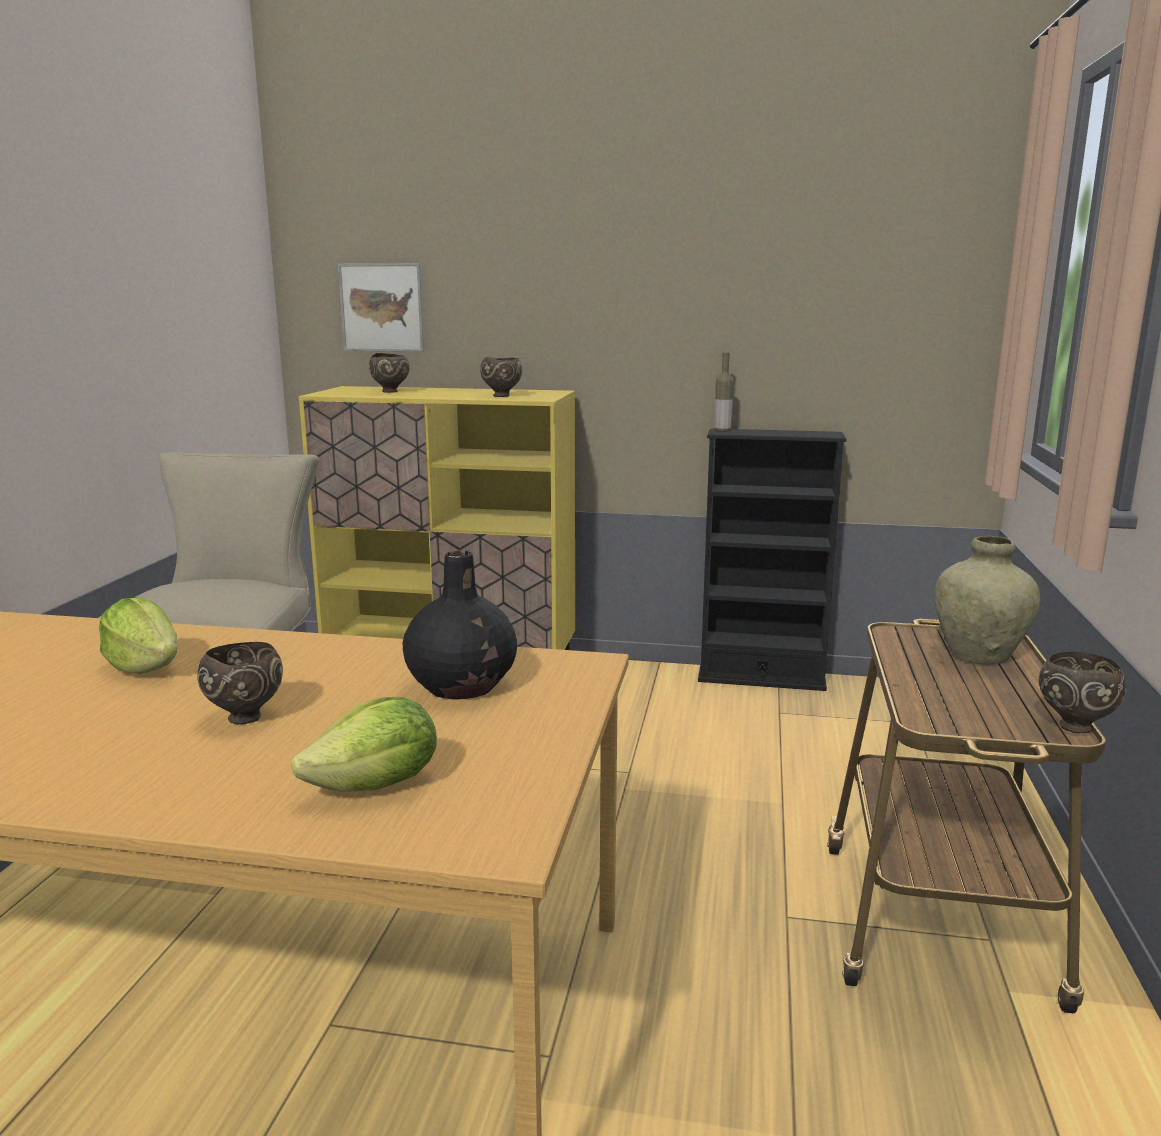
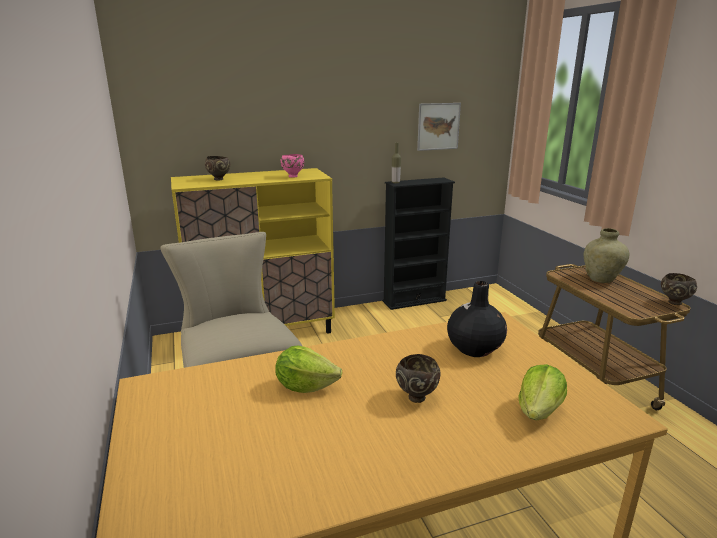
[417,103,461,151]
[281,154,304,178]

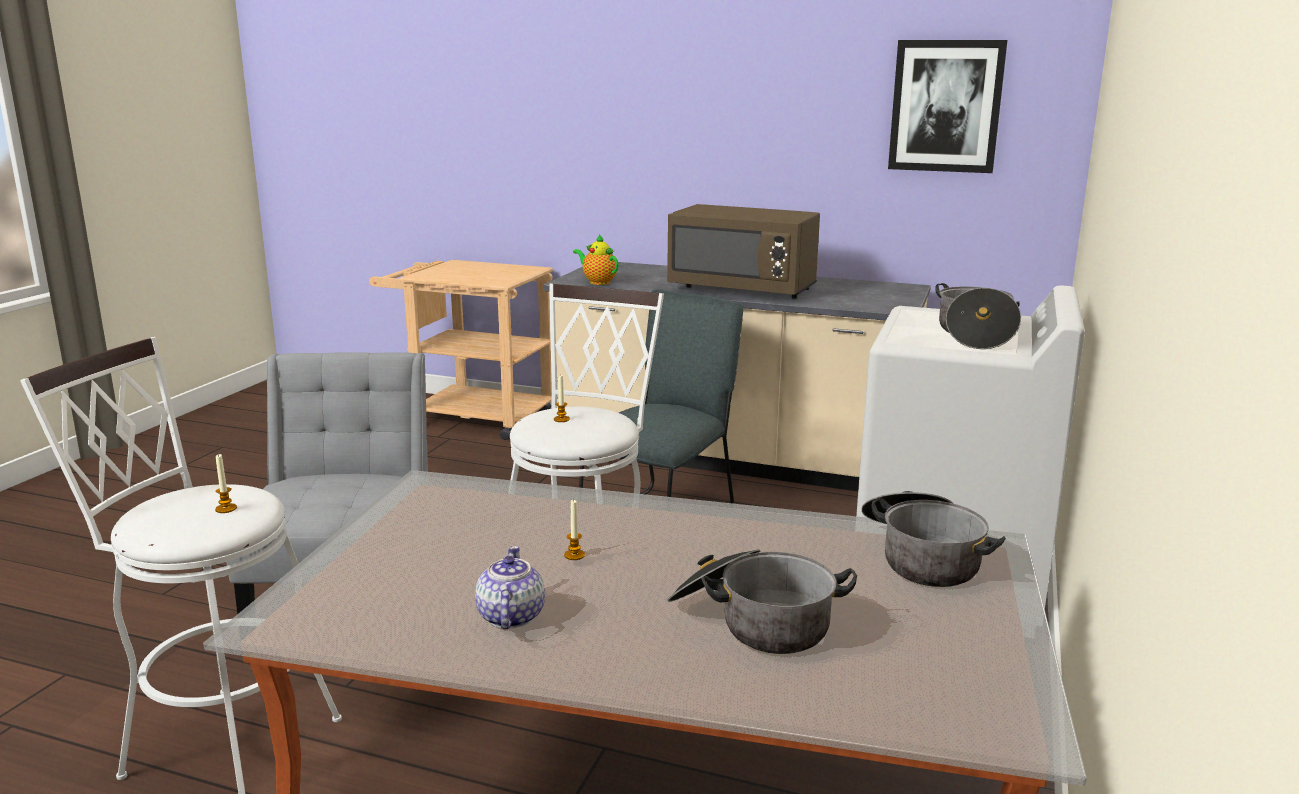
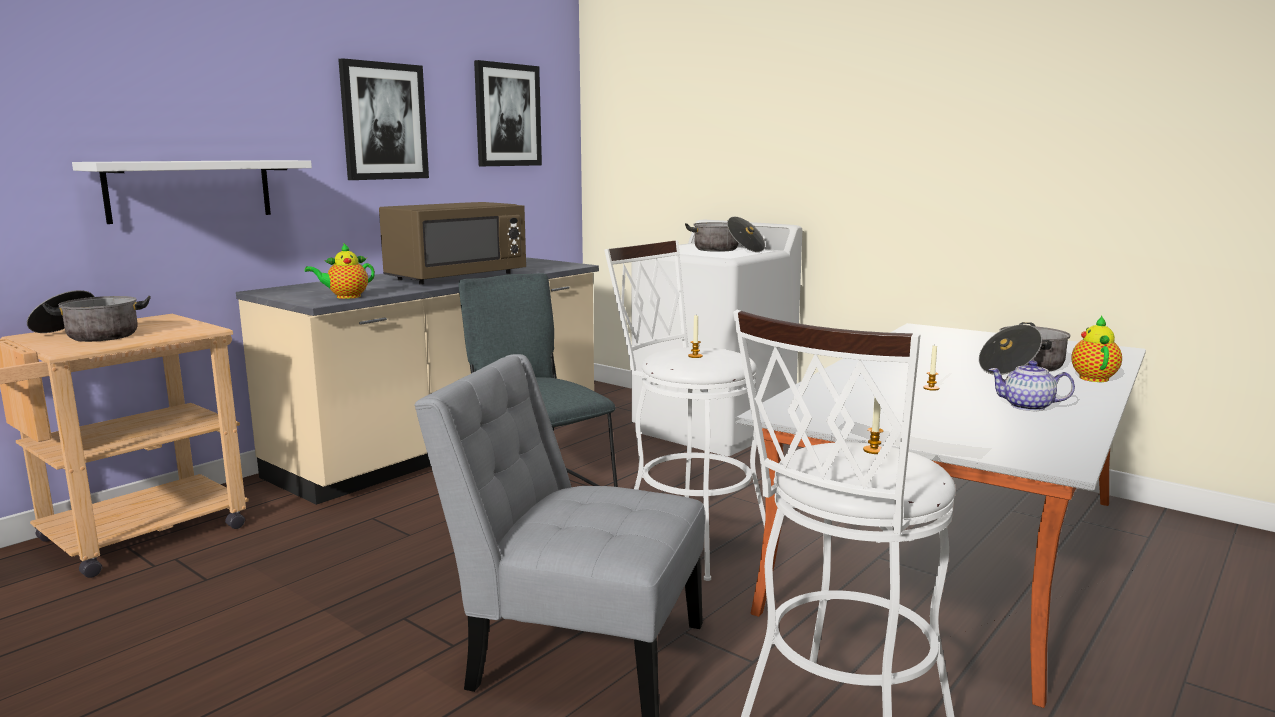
[72,160,312,224]
[338,58,429,180]
[1071,316,1122,382]
[27,290,151,342]

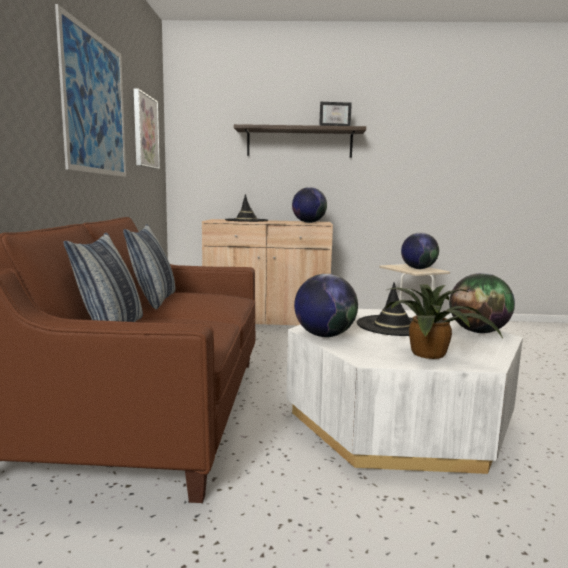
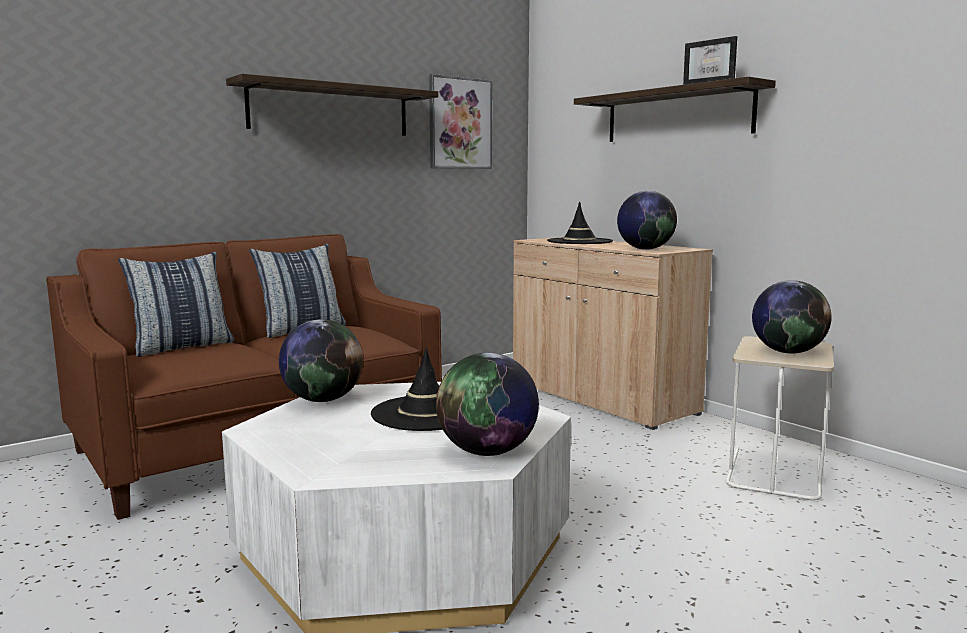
[386,284,503,359] (first image)
[226,74,438,136]

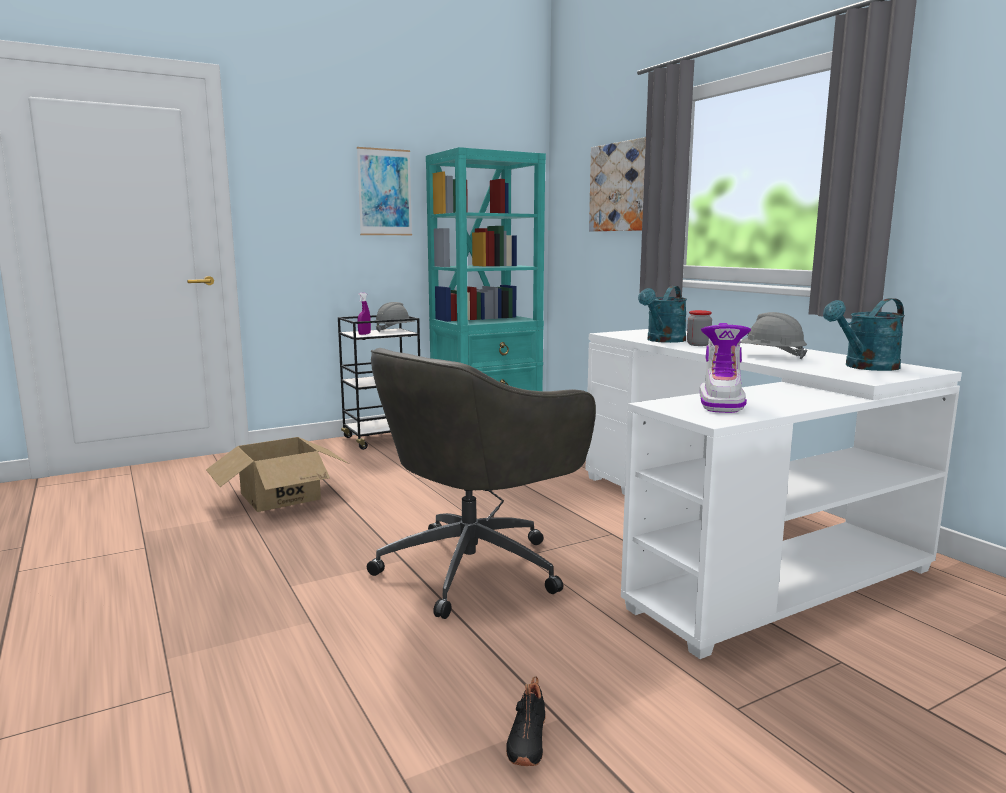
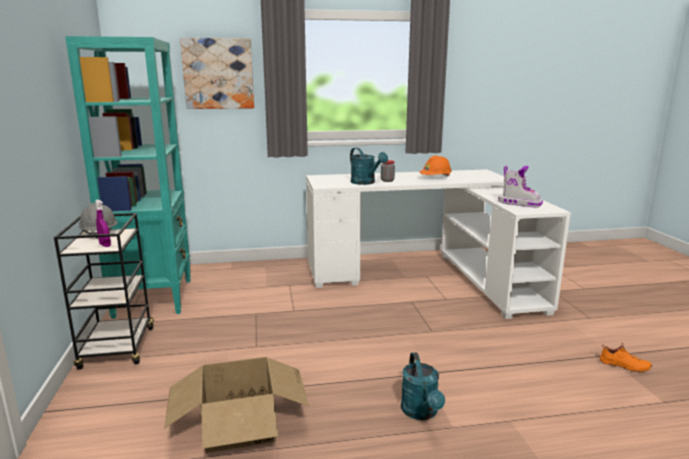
[357,147,412,235] (first image)
[367,348,596,619] (first image)
[401,352,445,420]
[600,343,652,372]
[419,156,452,177]

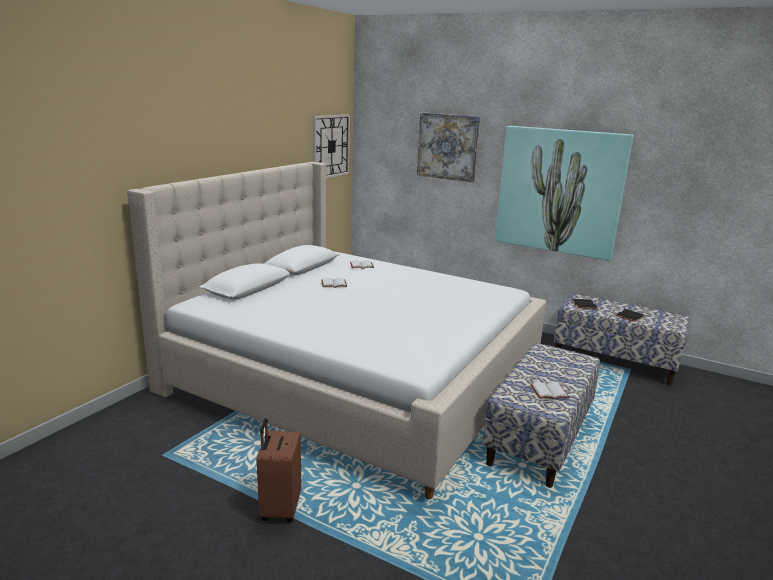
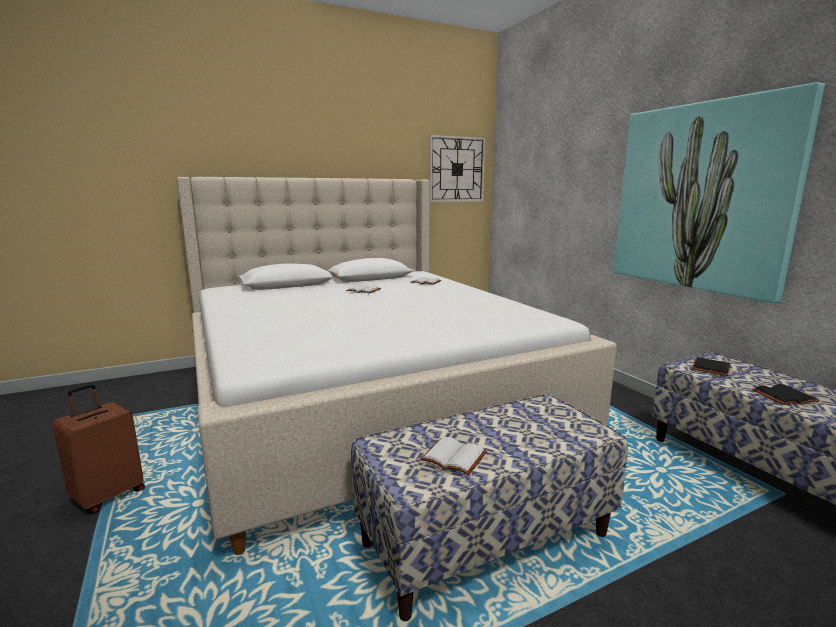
[417,112,480,182] (first image)

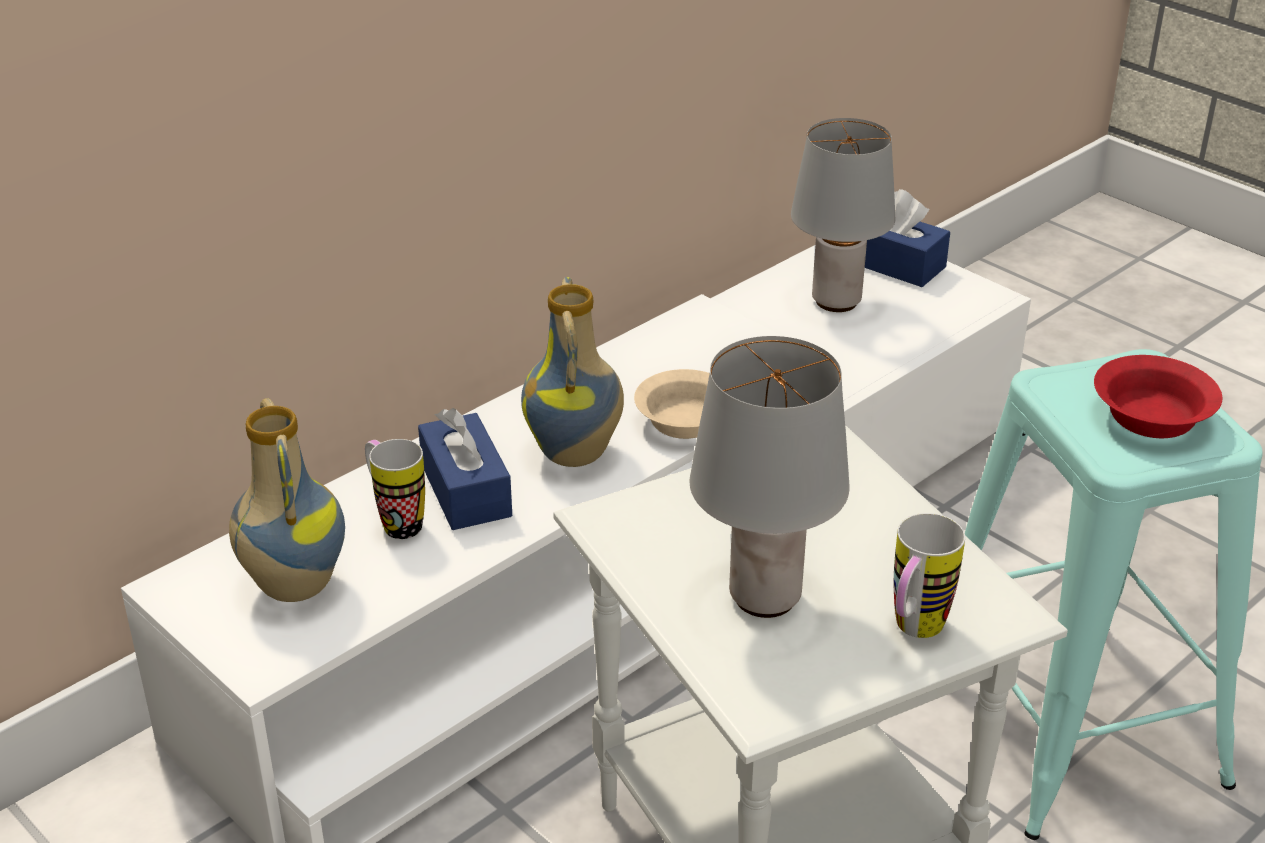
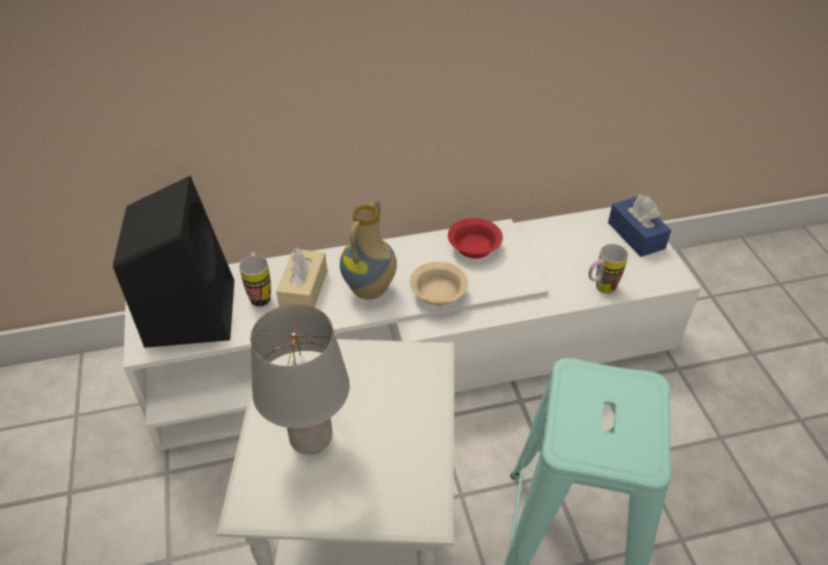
[791,118,895,312] (first image)
[589,244,628,294]
[448,218,503,258]
[113,176,234,348]
[276,248,327,307]

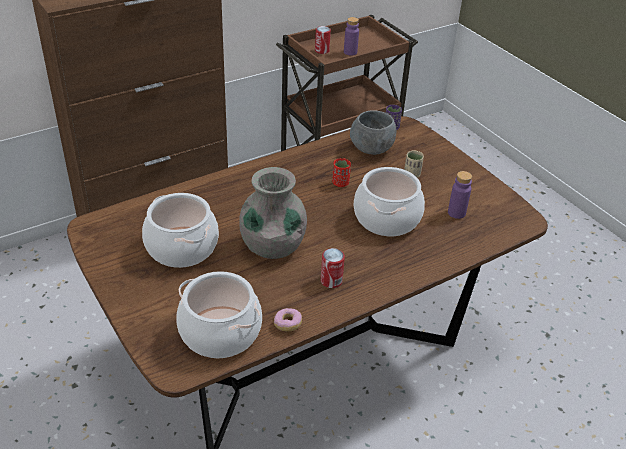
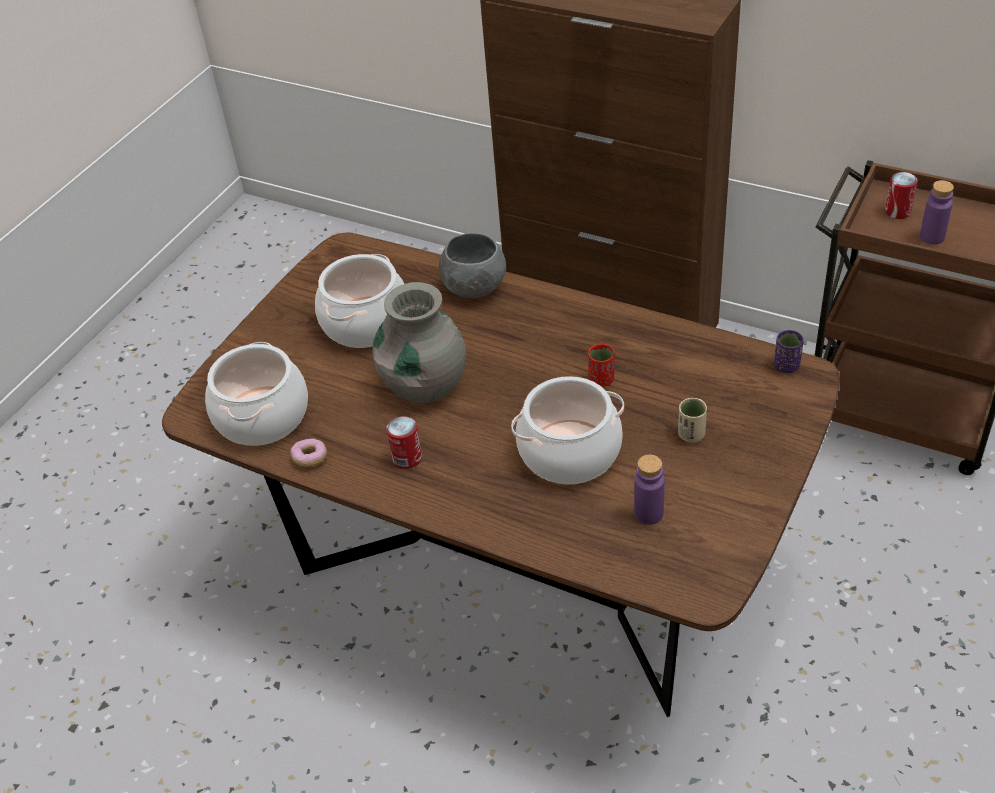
[439,232,506,298]

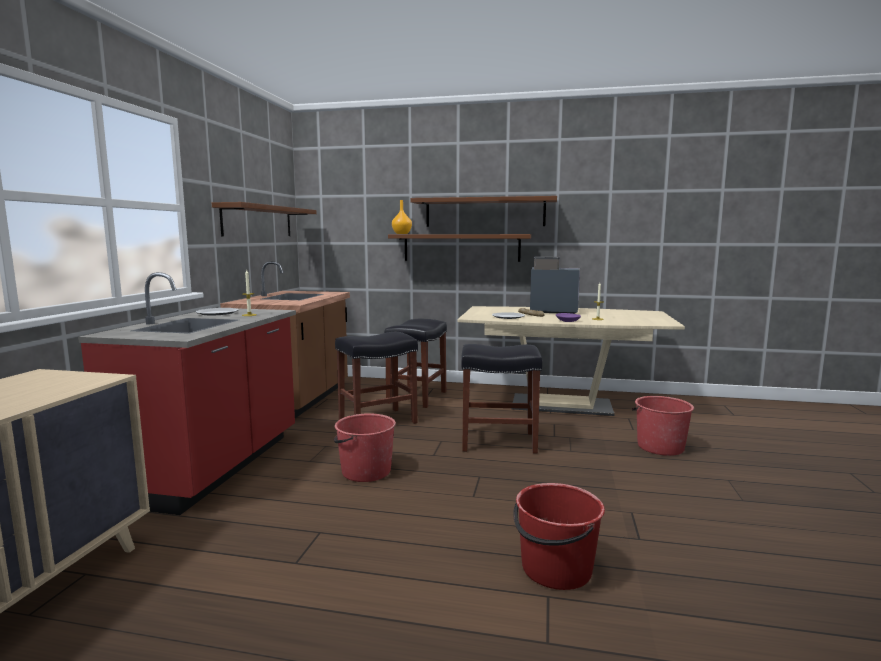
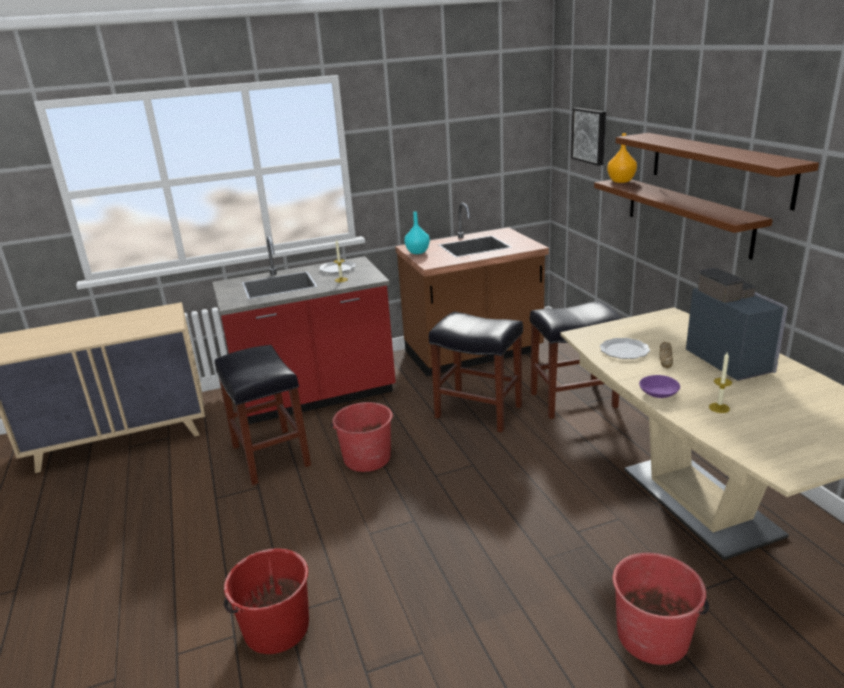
[212,202,317,236] (first image)
[404,211,430,254]
[571,108,606,166]
[215,345,311,485]

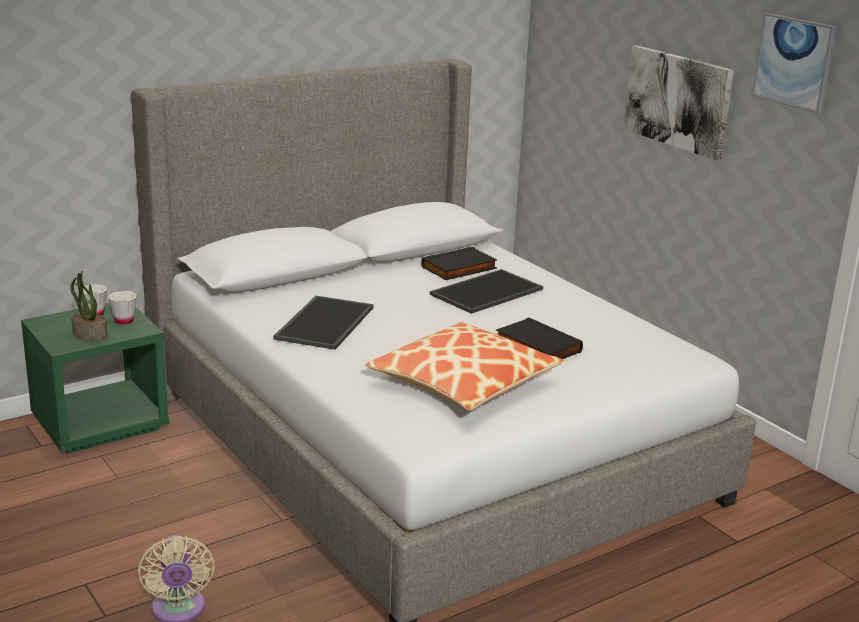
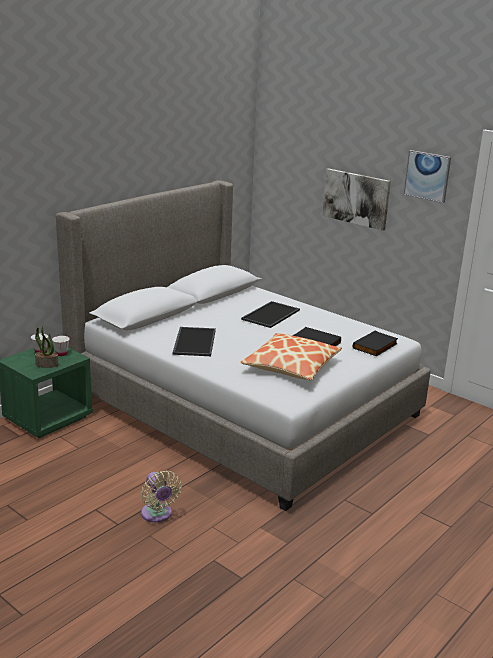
[353,331,398,356]

